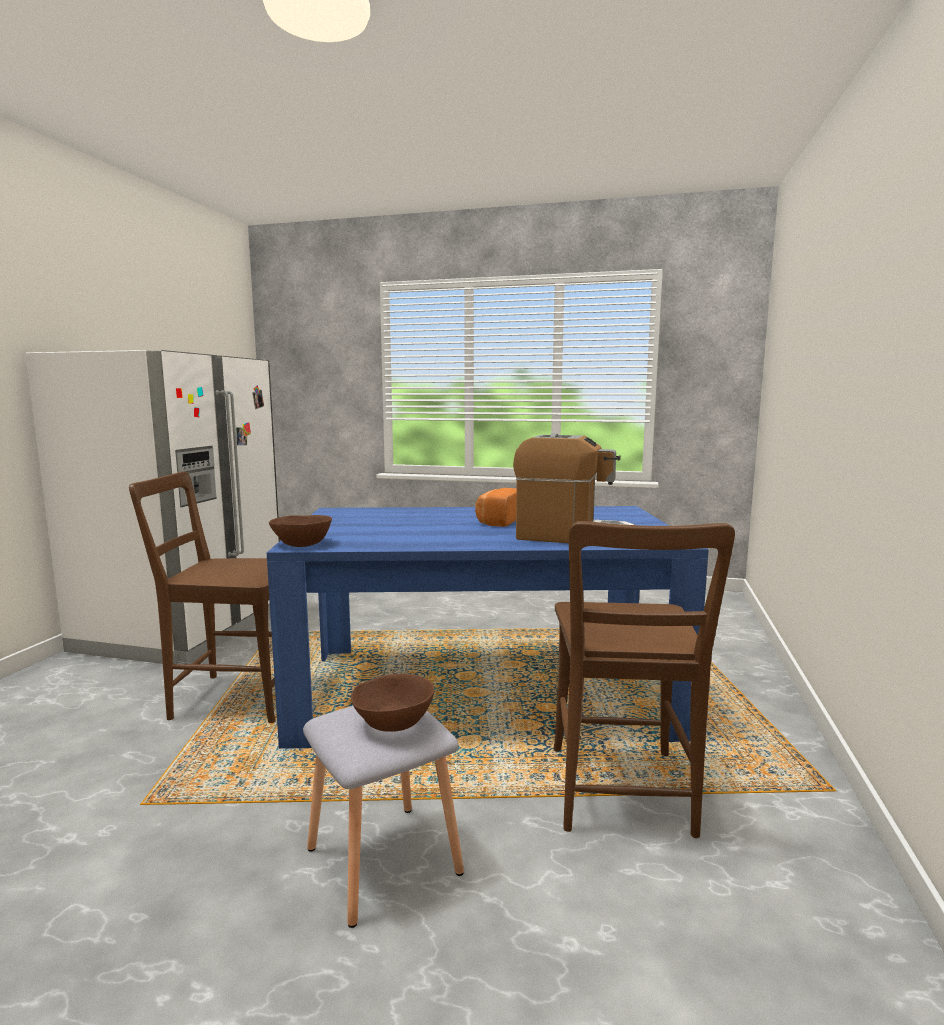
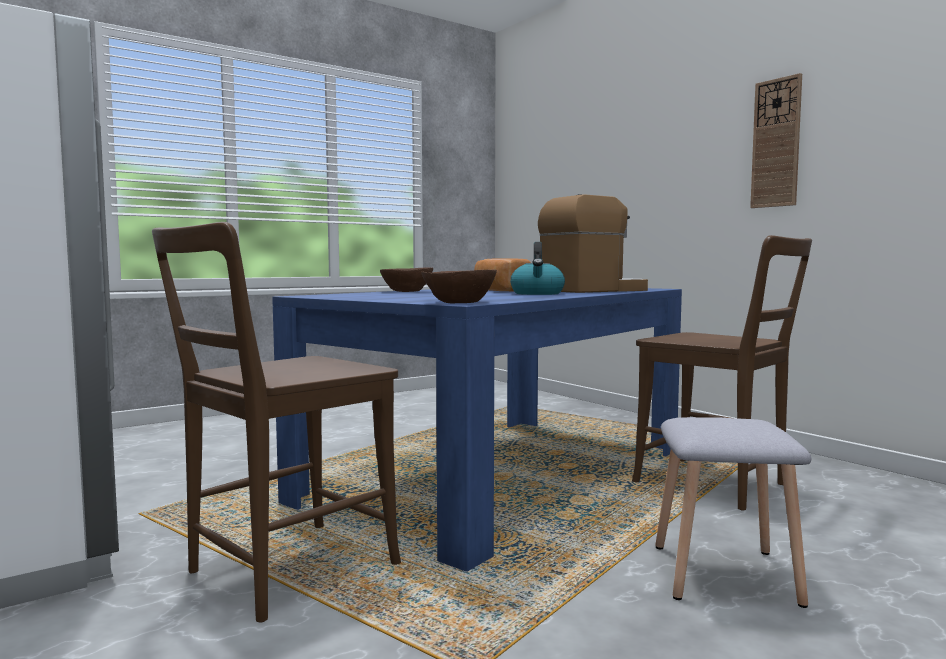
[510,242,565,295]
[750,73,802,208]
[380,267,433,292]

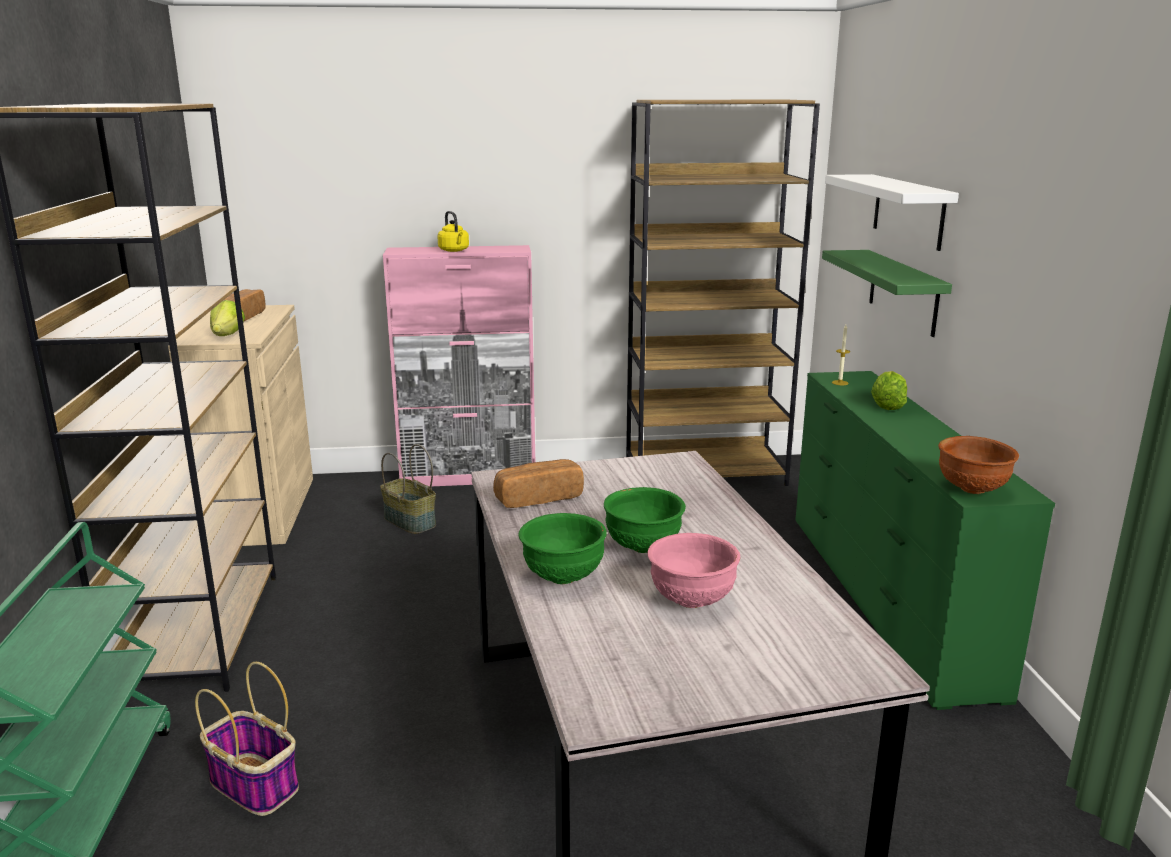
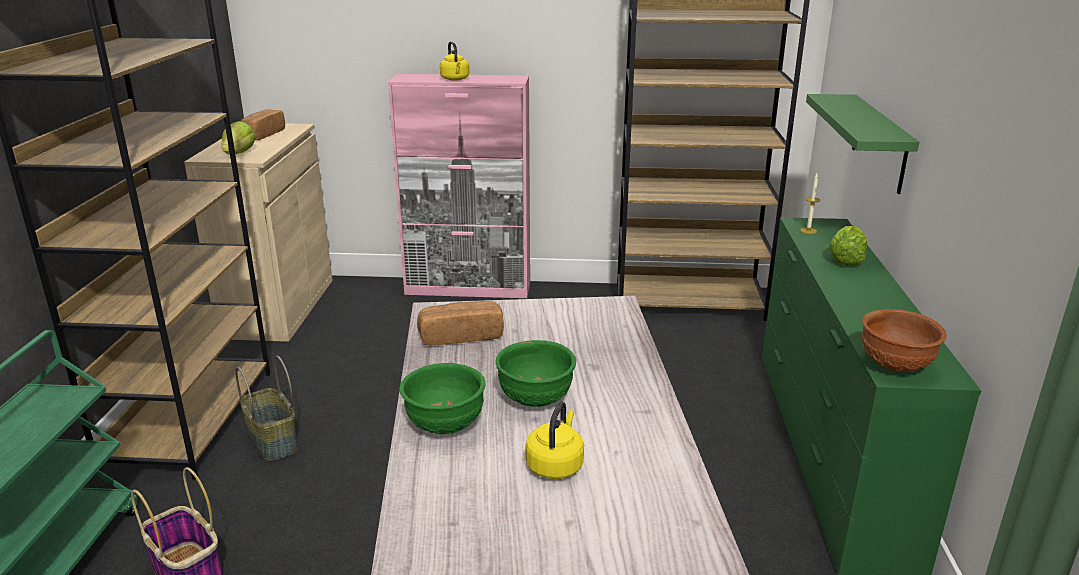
[825,174,959,251] (first image)
[235,356,298,461]
[526,401,584,479]

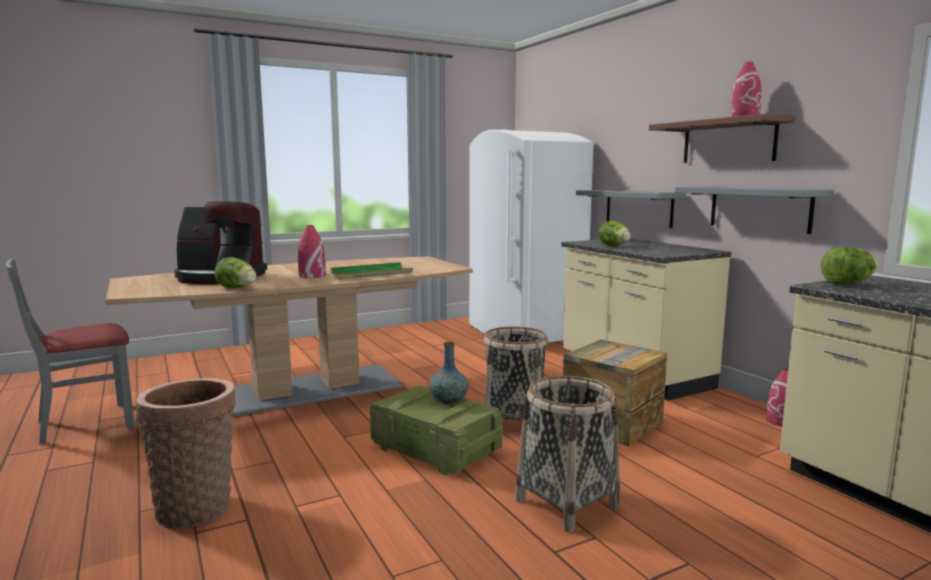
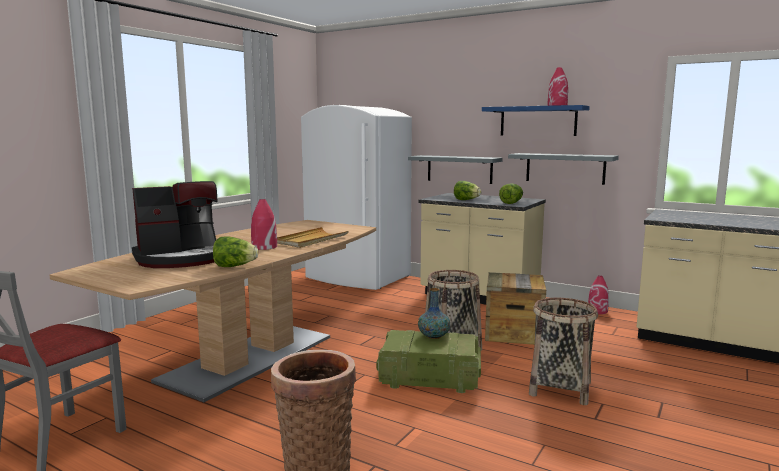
[499,183,523,204]
[277,227,349,248]
[482,105,590,136]

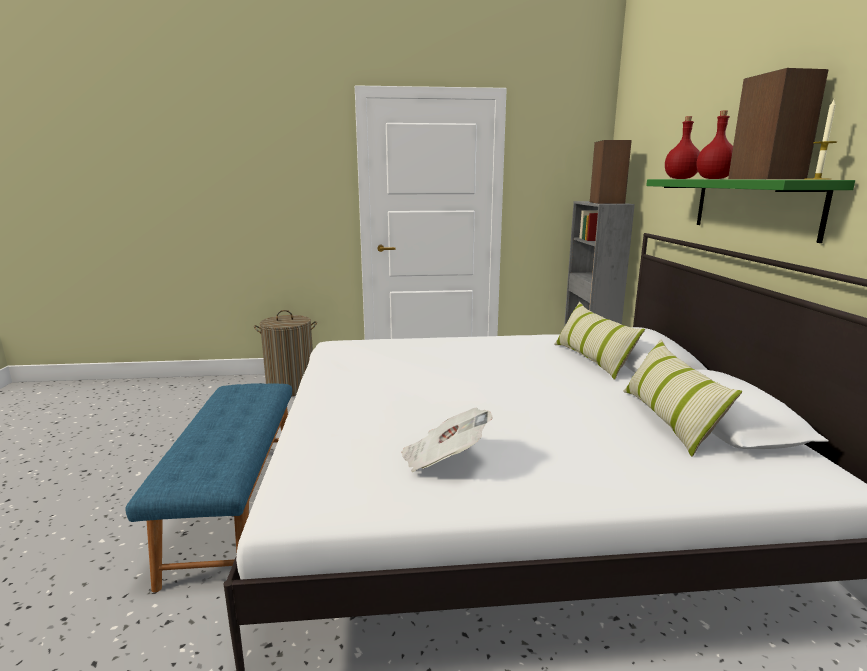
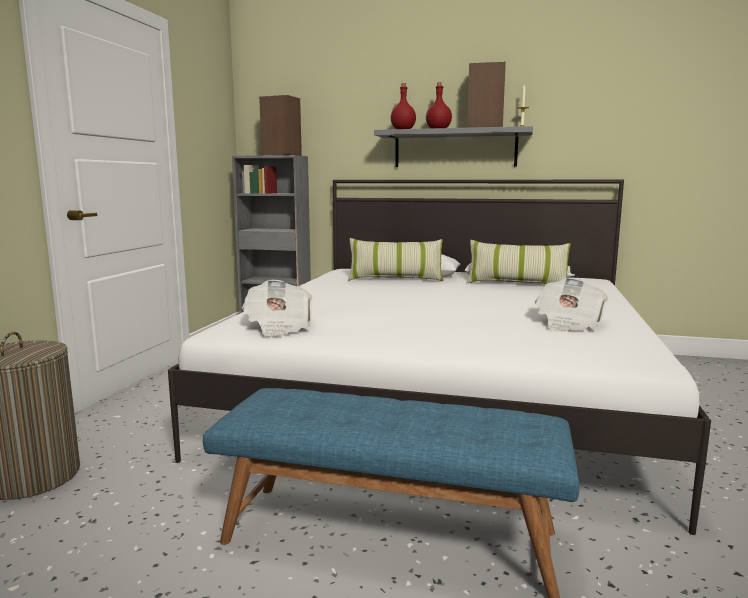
[242,280,312,337]
[374,126,533,167]

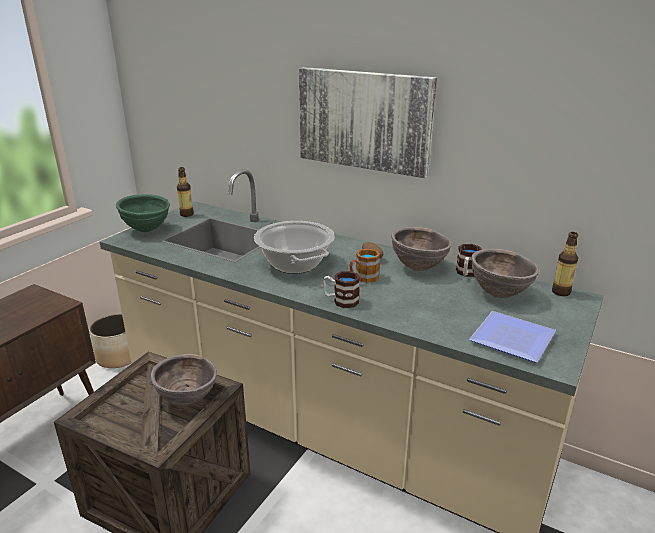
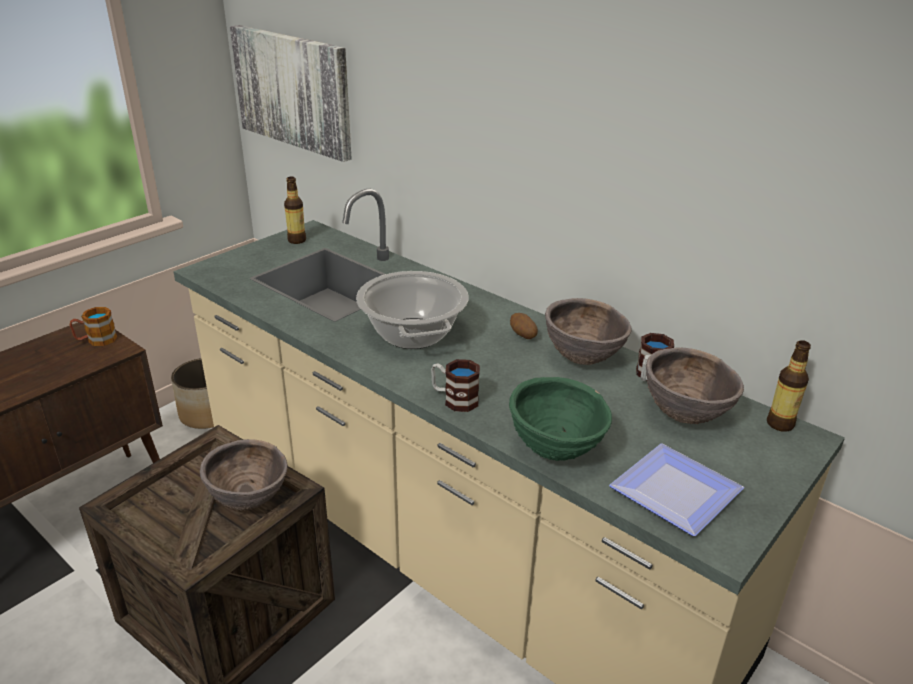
[509,377,612,461]
[230,25,352,162]
[69,307,117,346]

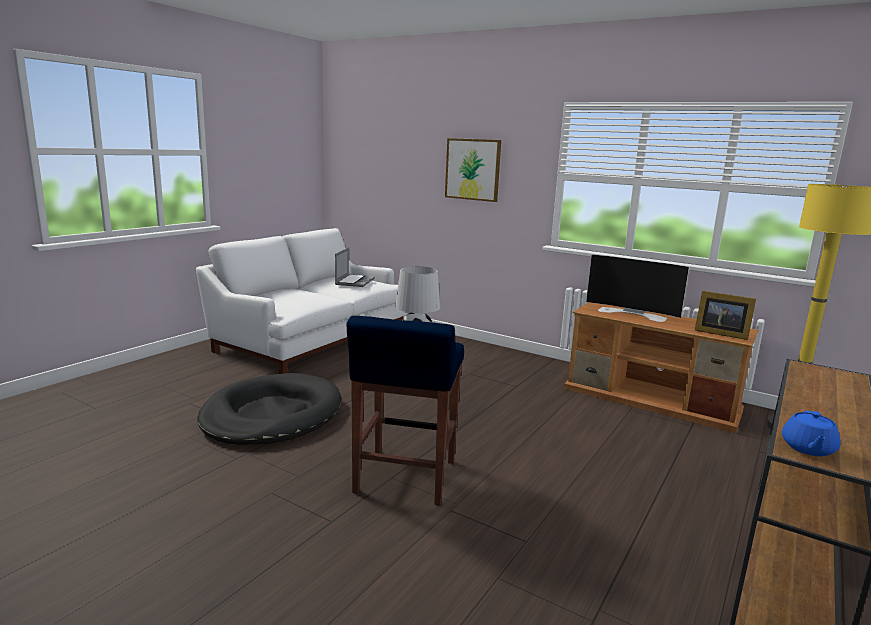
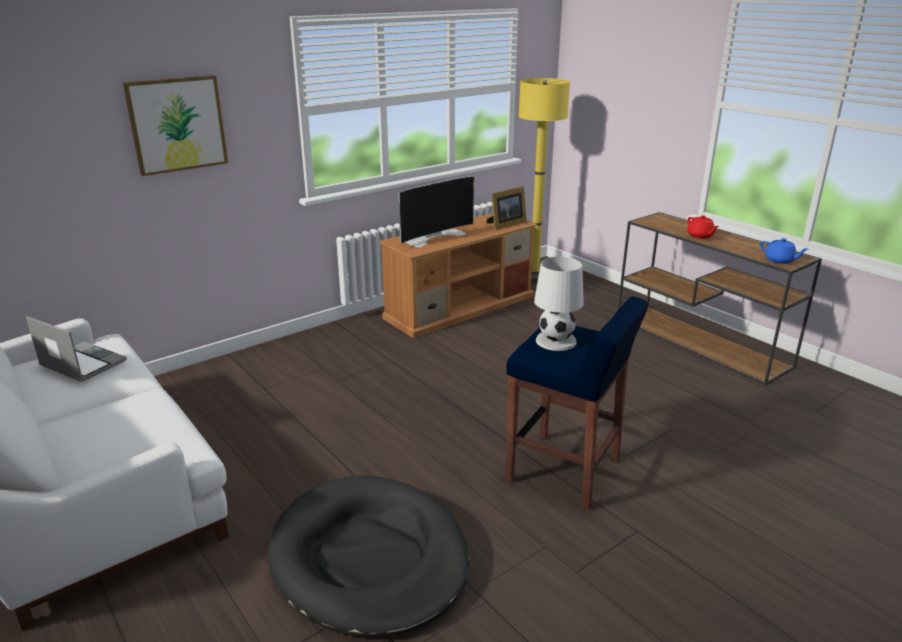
[687,215,719,238]

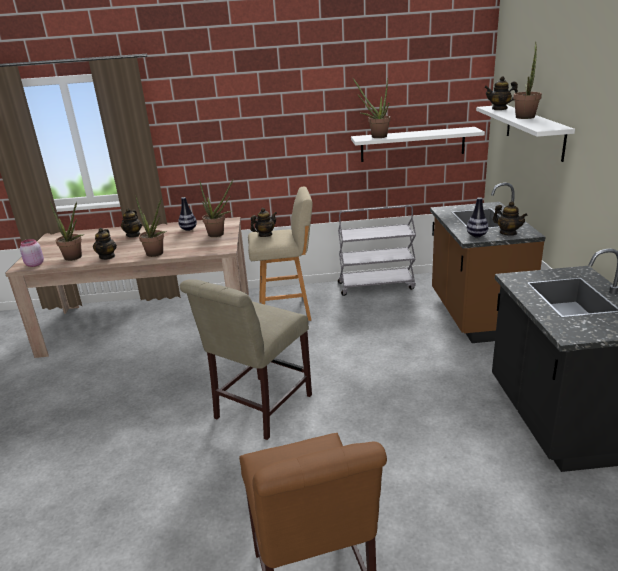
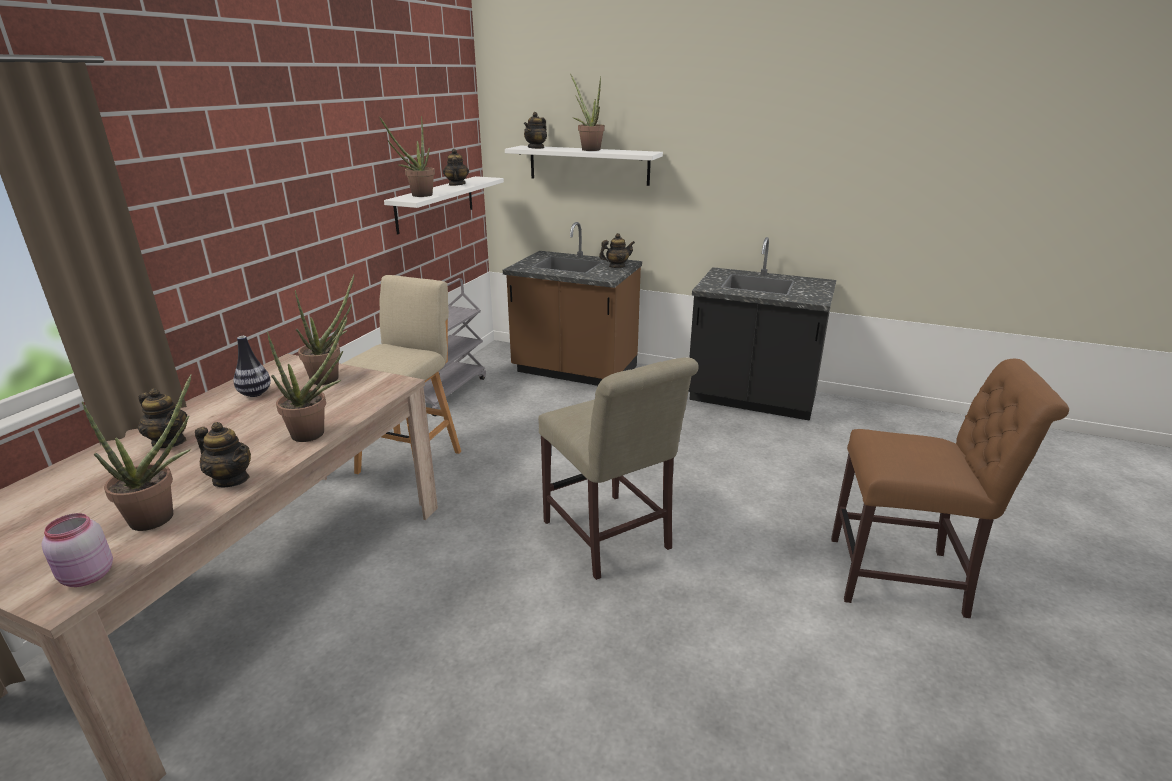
[466,197,489,237] (first image)
[443,149,469,186]

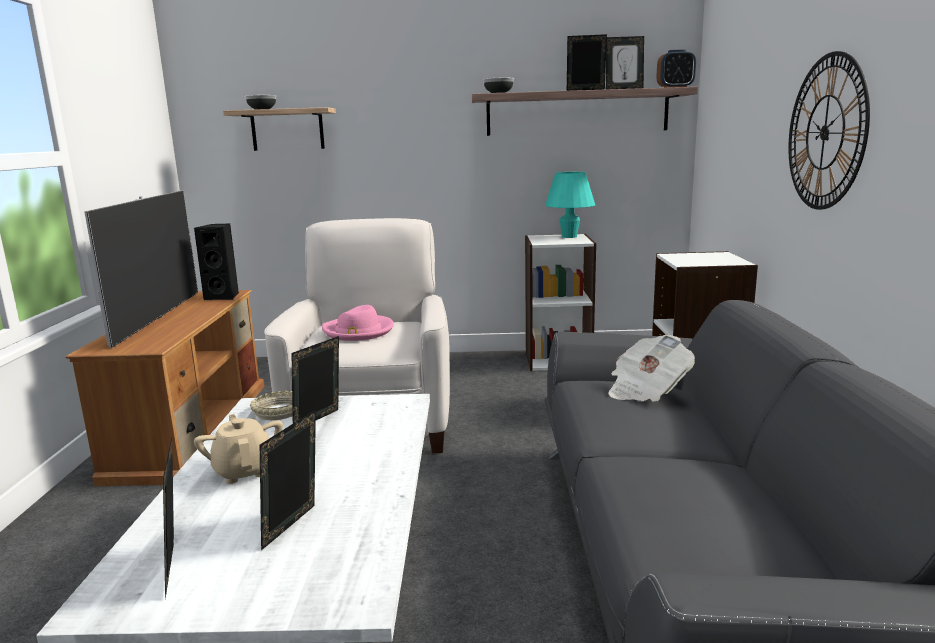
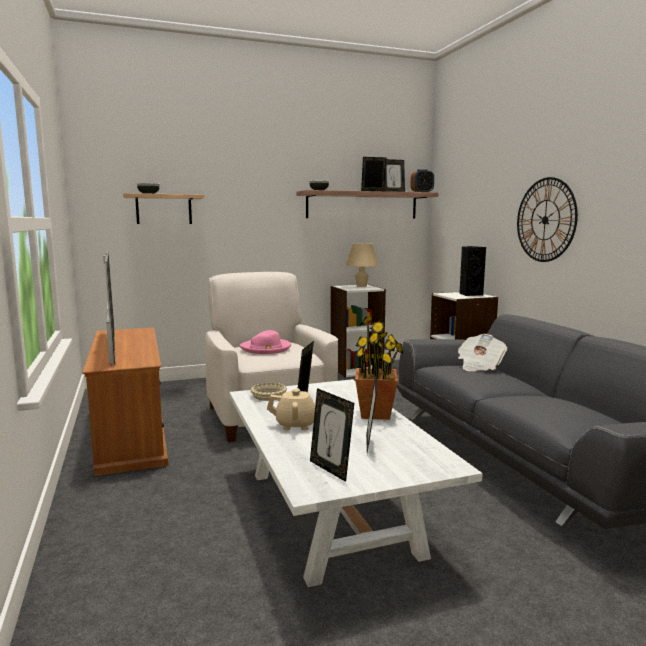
[355,316,404,420]
[459,246,486,296]
[346,243,379,287]
[267,388,315,430]

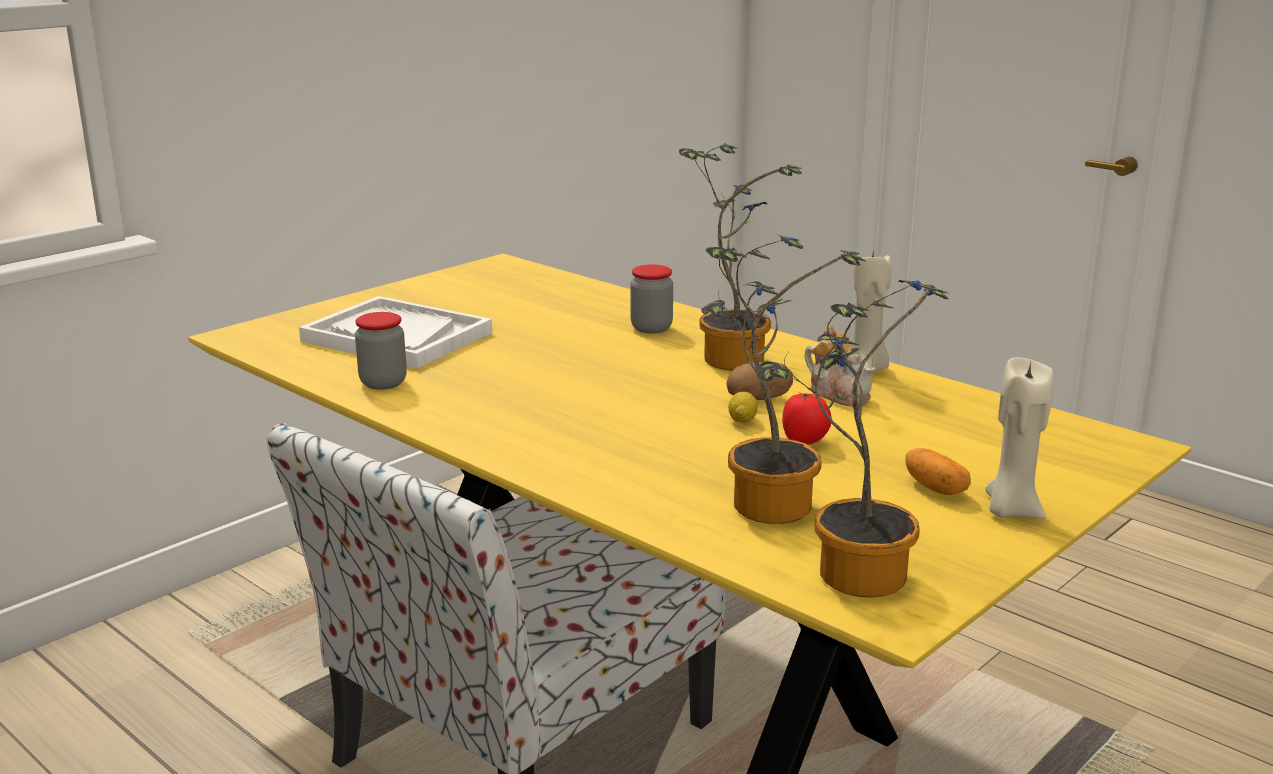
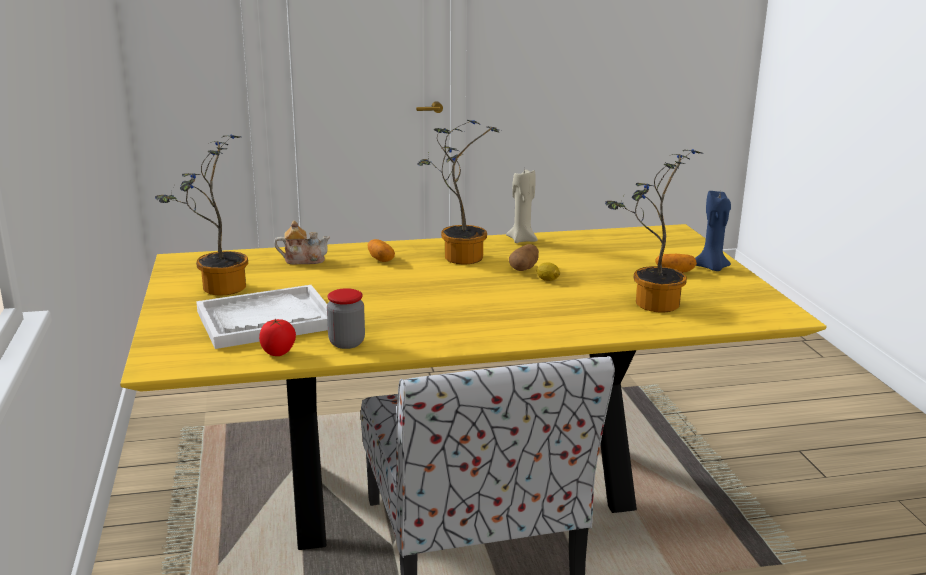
[155,134,248,296]
[259,319,296,356]
[274,220,330,265]
[368,239,395,262]
[695,191,731,271]

